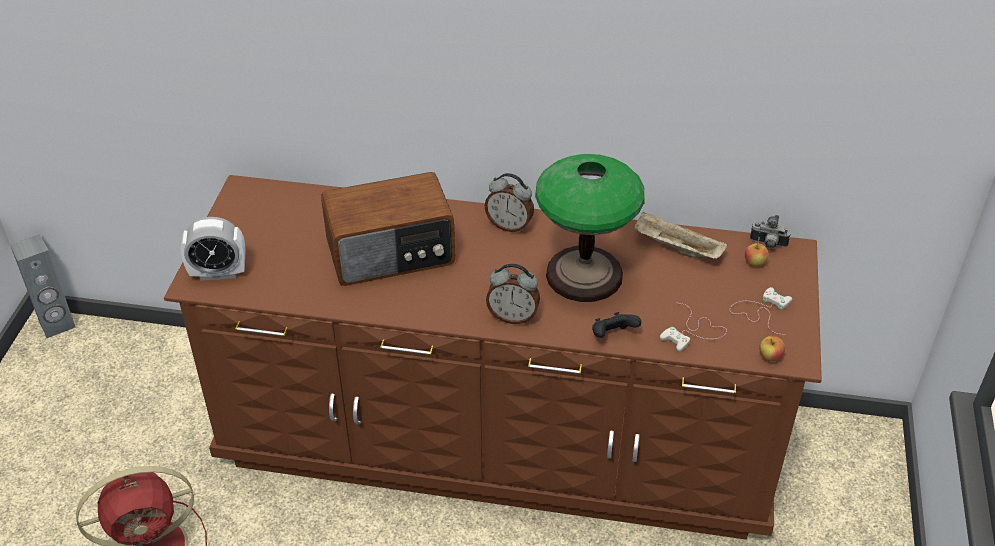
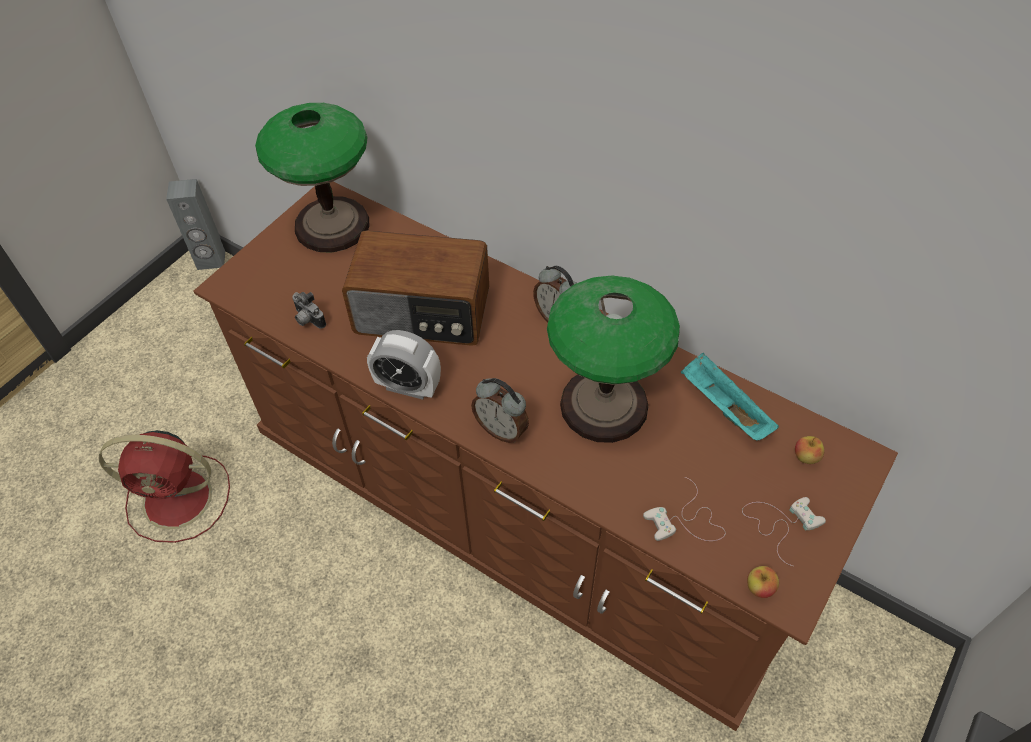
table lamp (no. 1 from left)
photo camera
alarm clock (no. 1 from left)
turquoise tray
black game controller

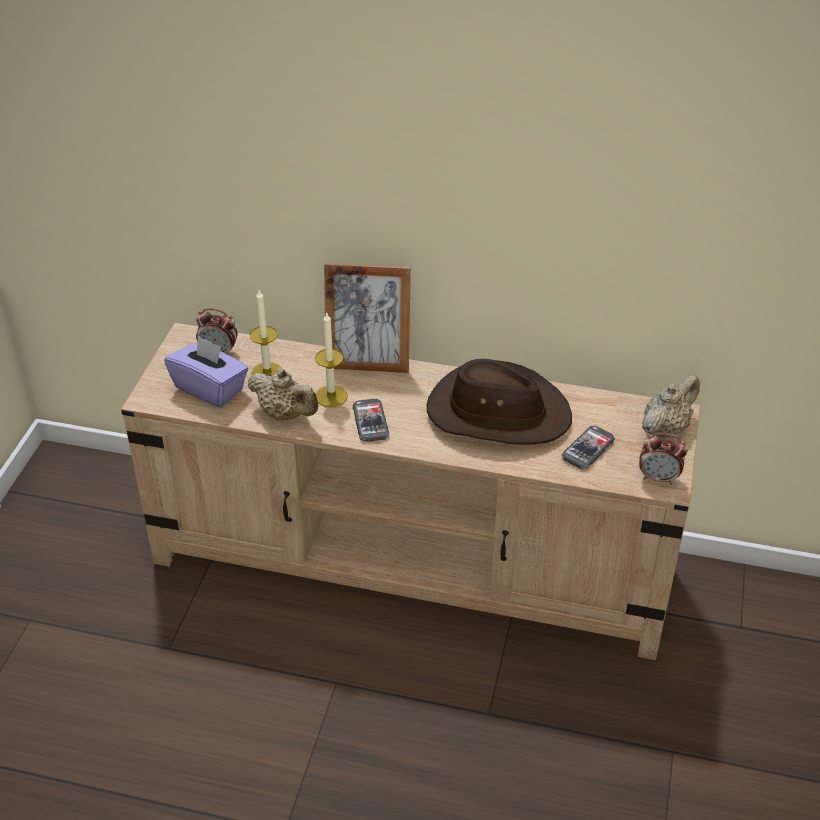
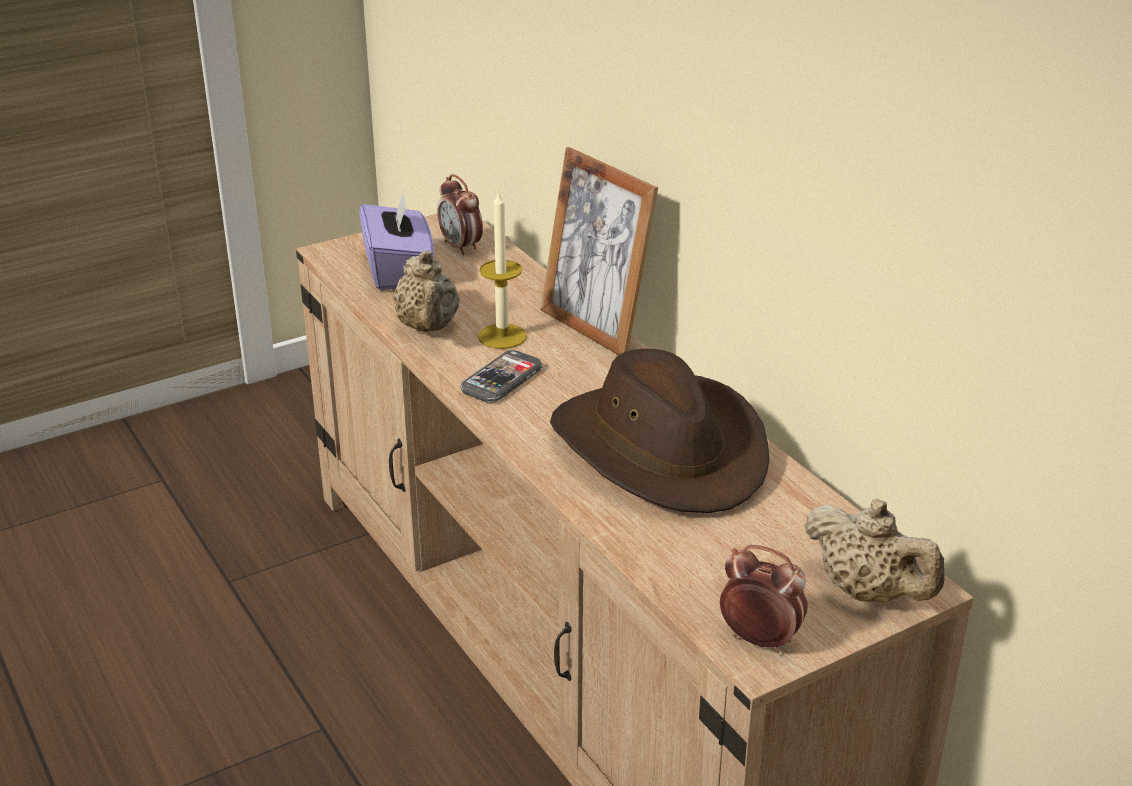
alarm clock (no. 2 from left)
beige teapot (no. 2 from left)
candle (no. 1 from left in the first image)
phone (no. 2 from left in the first image)

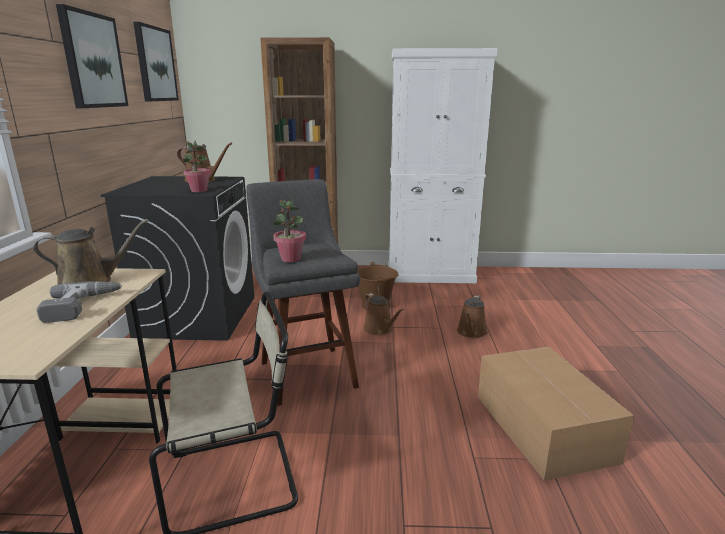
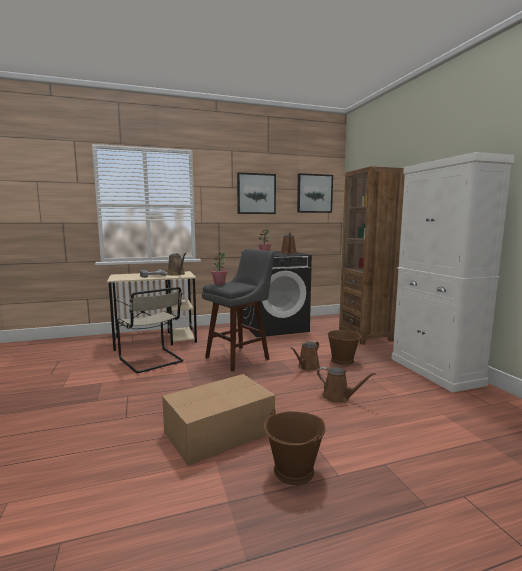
brown bucket (no. 1 from left)
brown watering can (no. 4 from left)

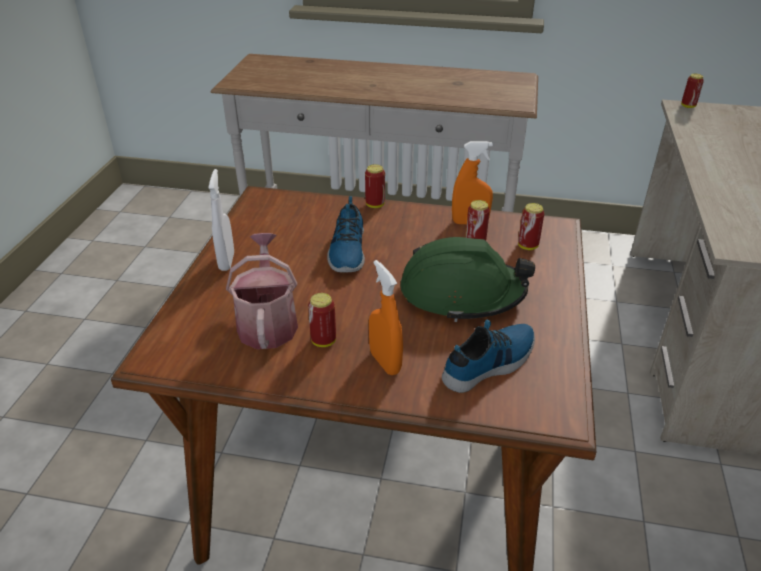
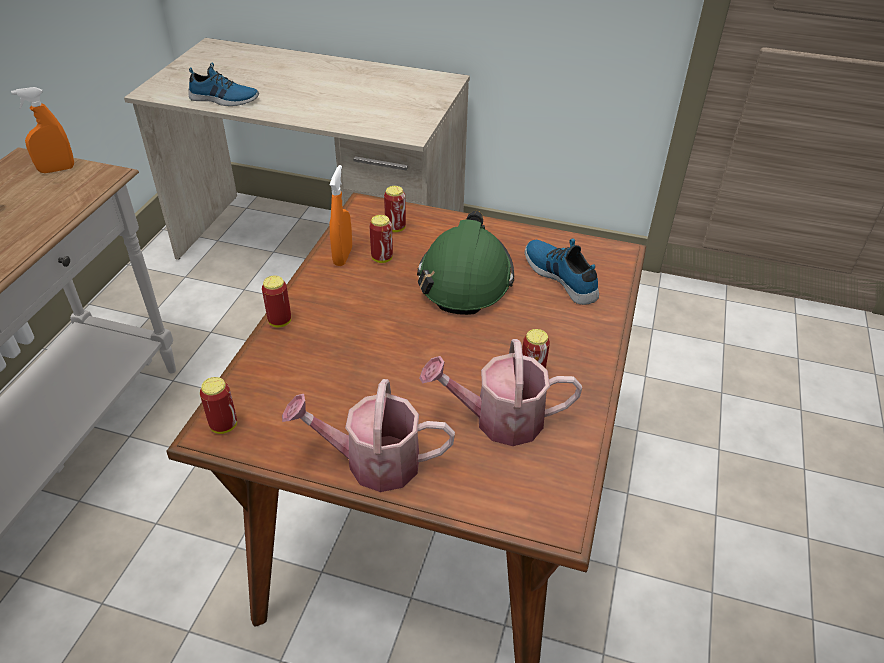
orange spray bottle (no. 1 from left)
shoe (no. 1 from left)
can (no. 1 from left)
watering can (no. 1 from left)

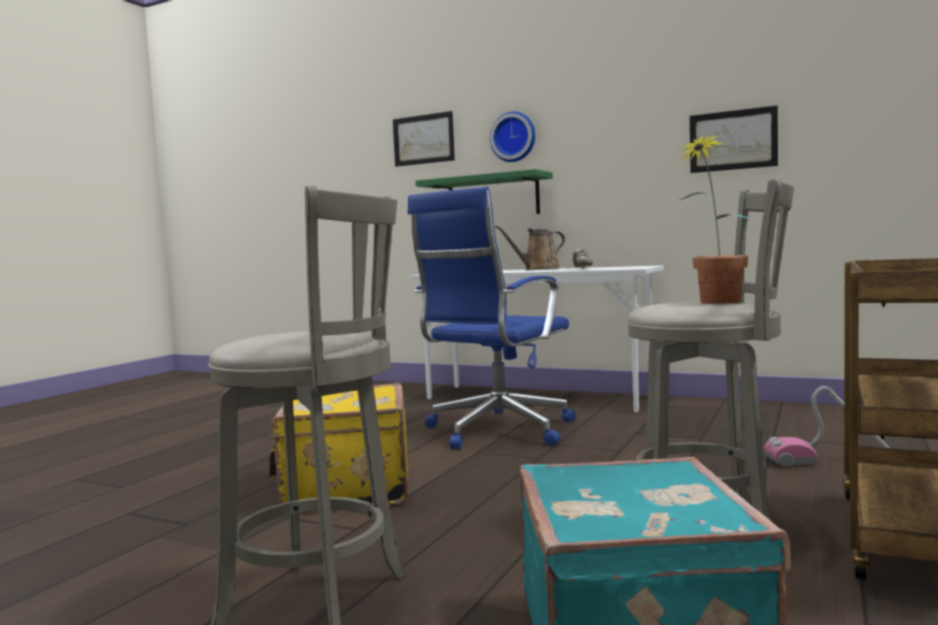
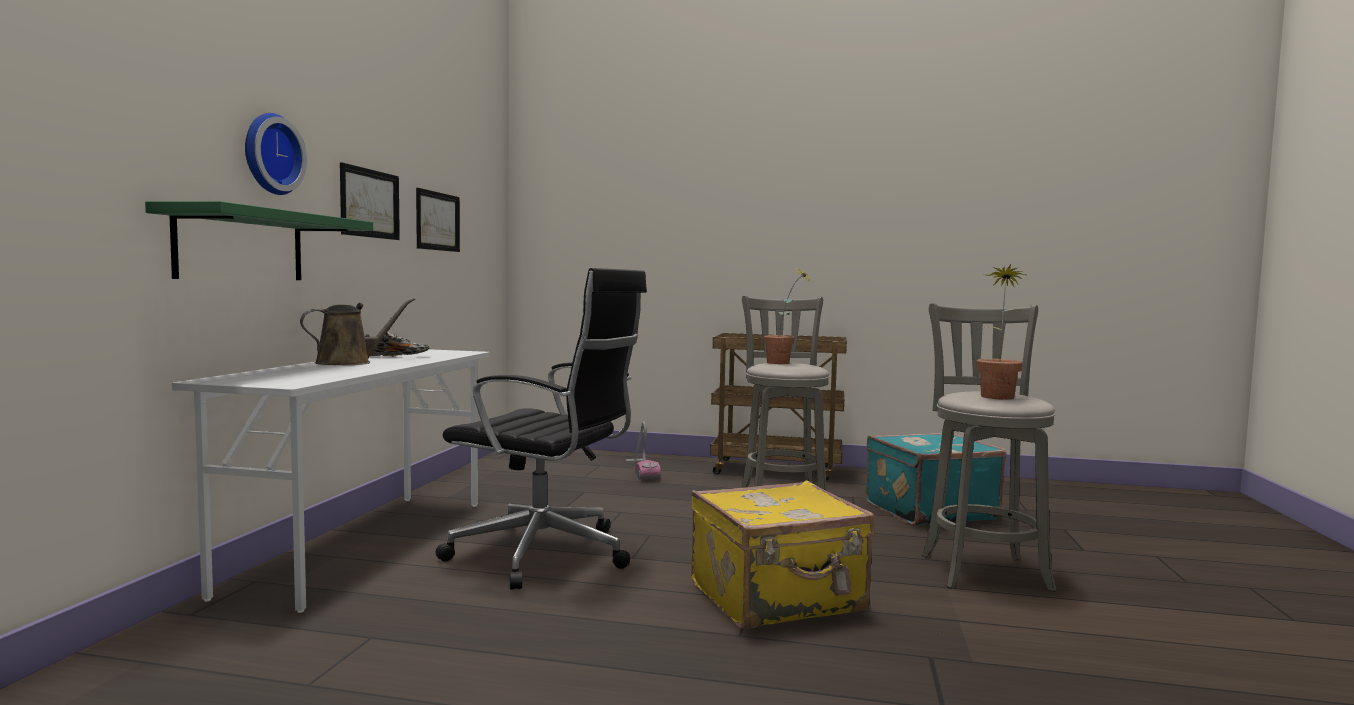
brown watering can
picture (no. 1 from left)
black office chair
potted plant (no. 2 from left)

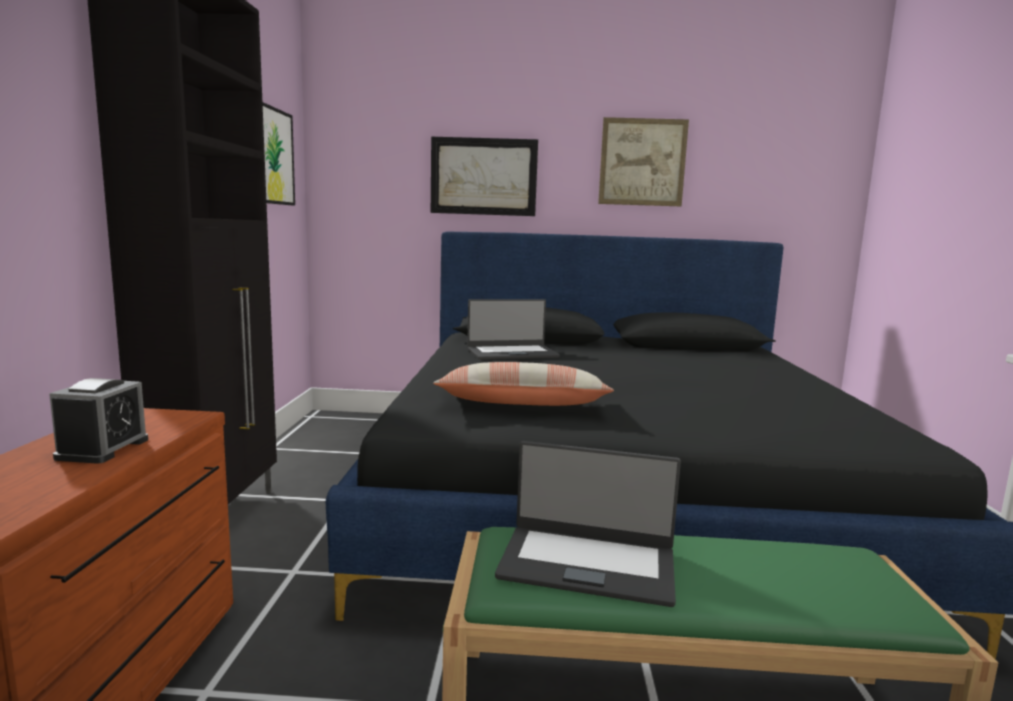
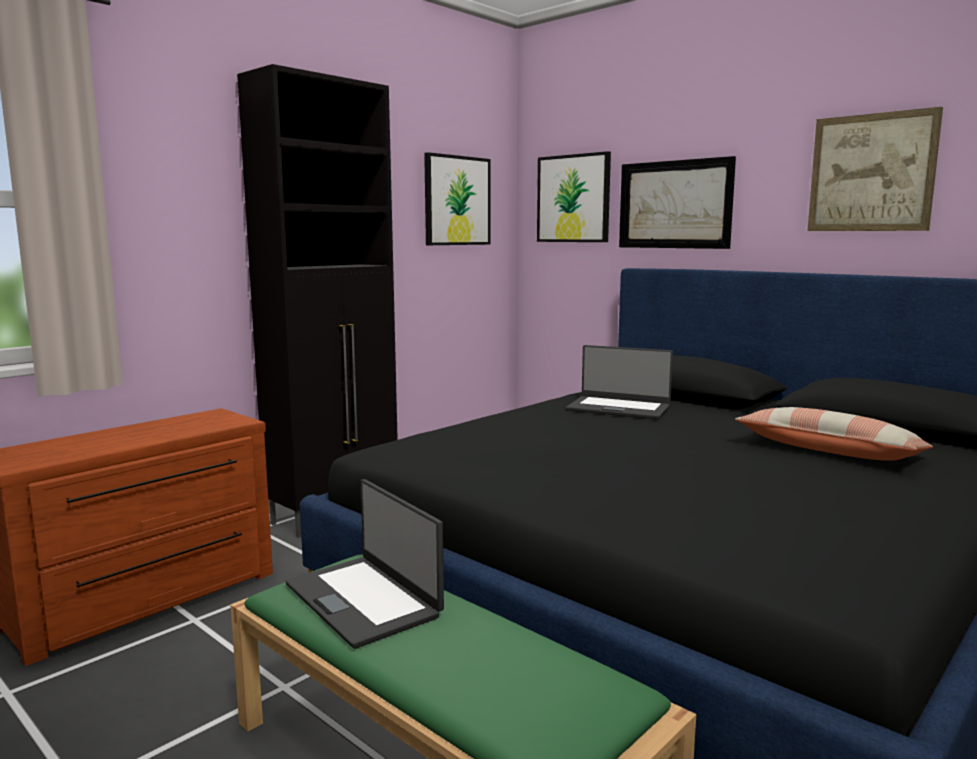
picture (no. 2 from left)
pillow
alarm clock

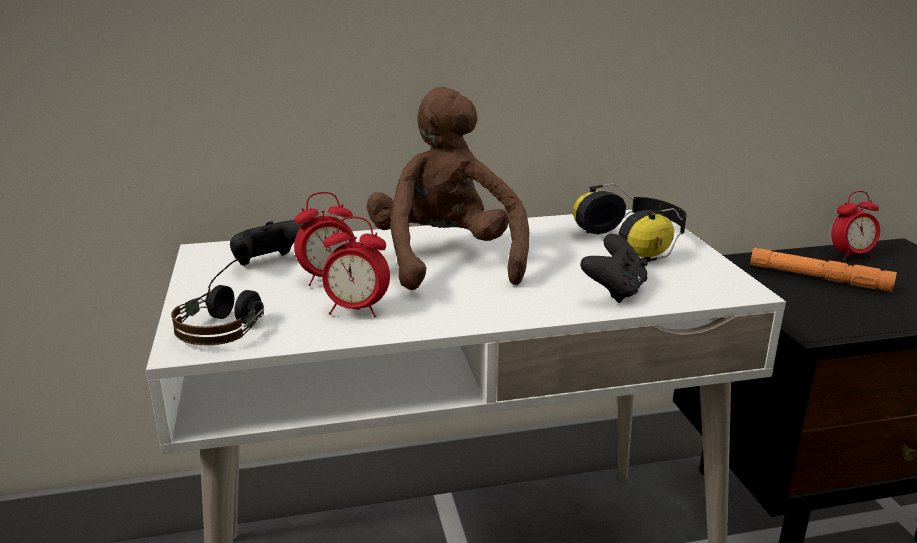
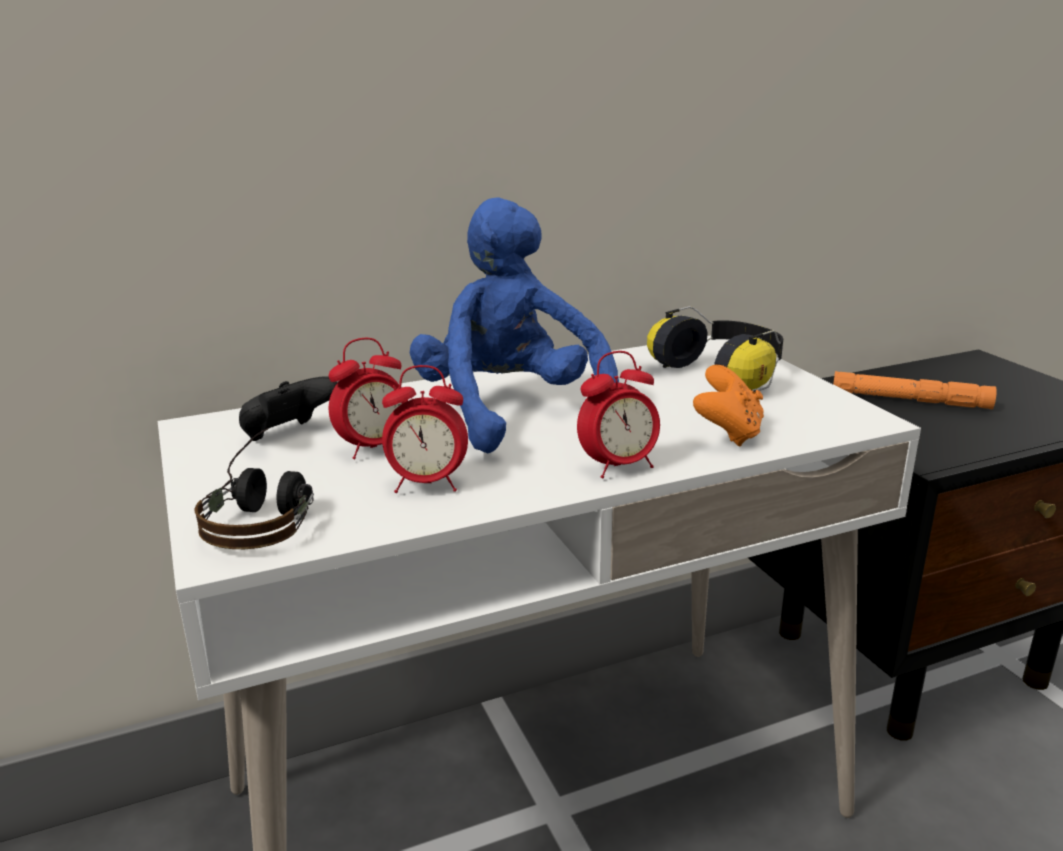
blue plush toy
alarm clock (no. 3 from left)
orange game controller

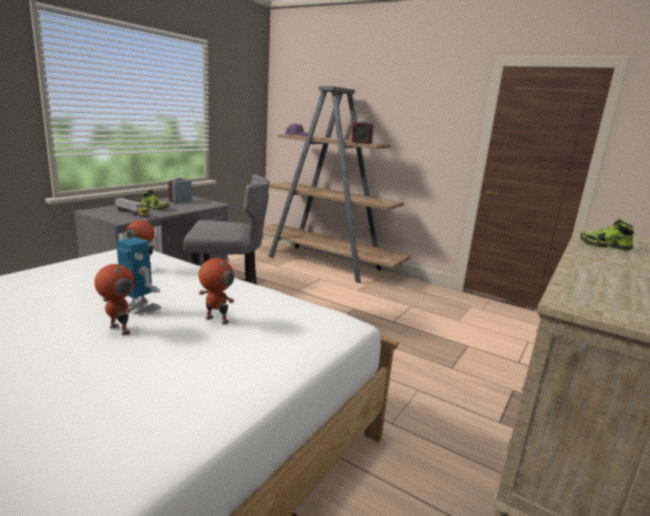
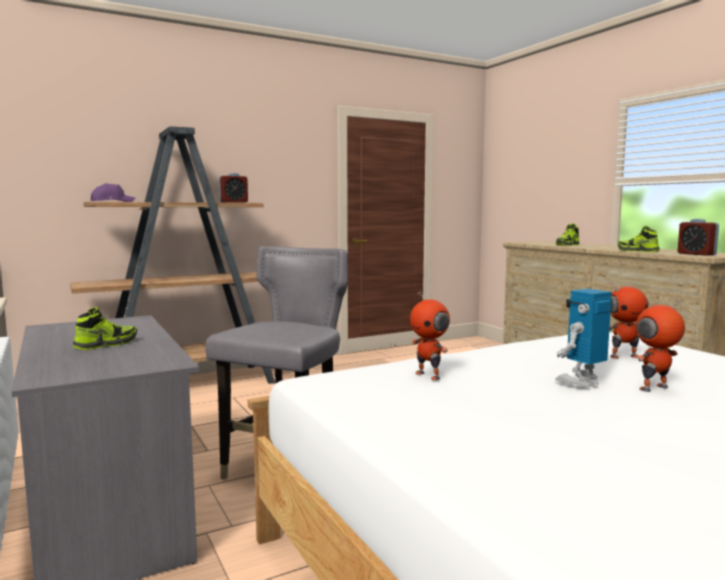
toy robot (no. 3 from left)
shoe (no. 3 from left)
alarm clock (no. 2 from left)
toy truck

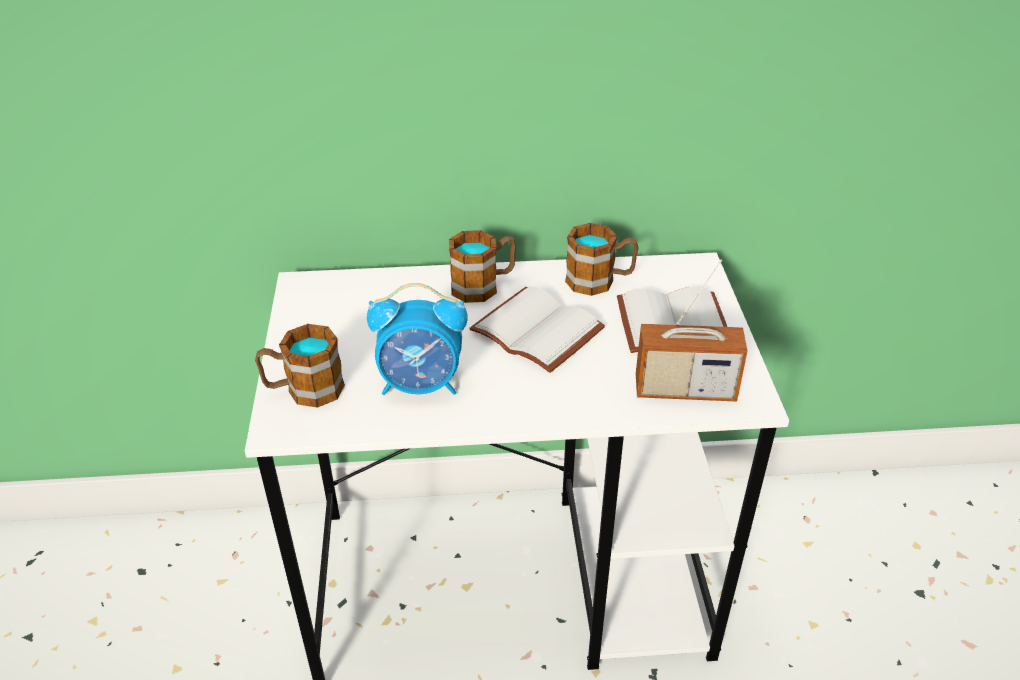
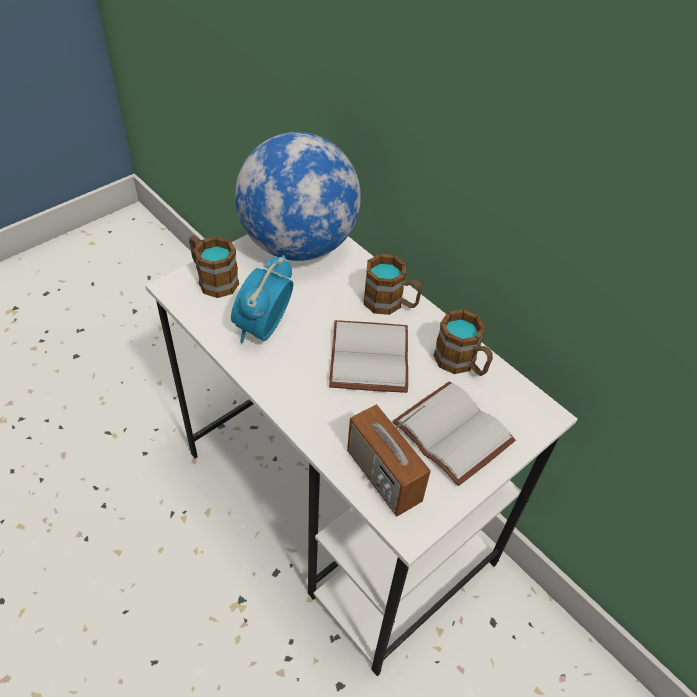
alarm clock
globe

